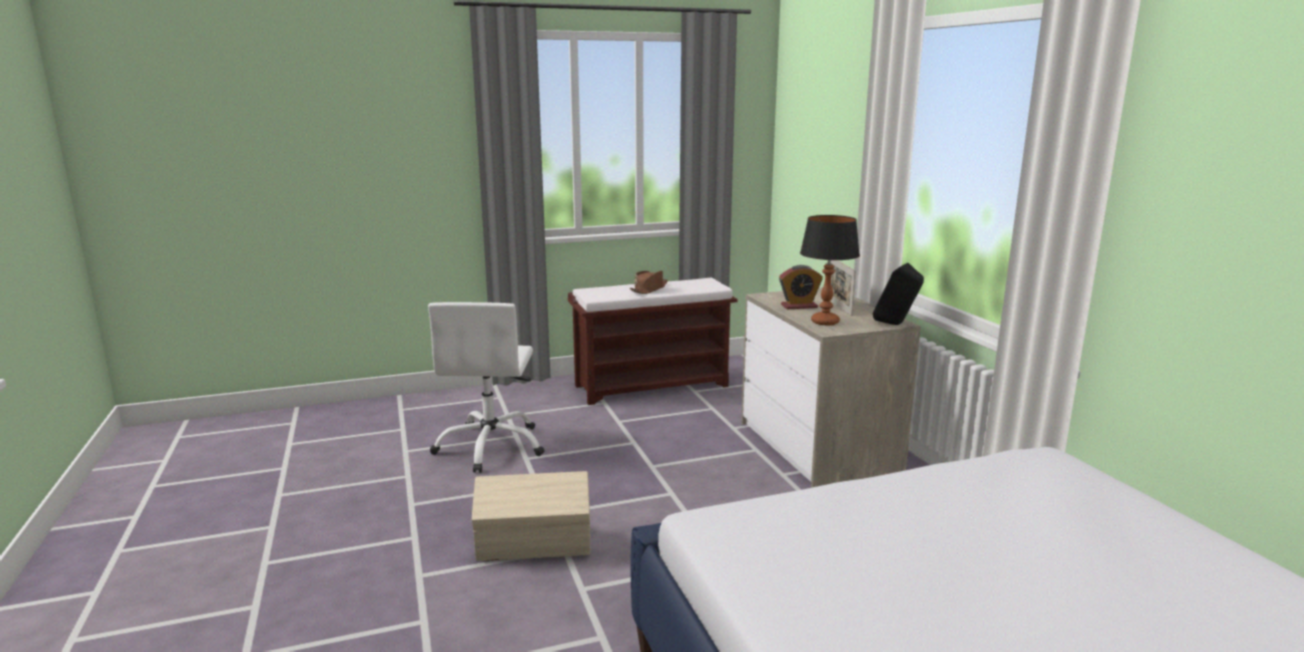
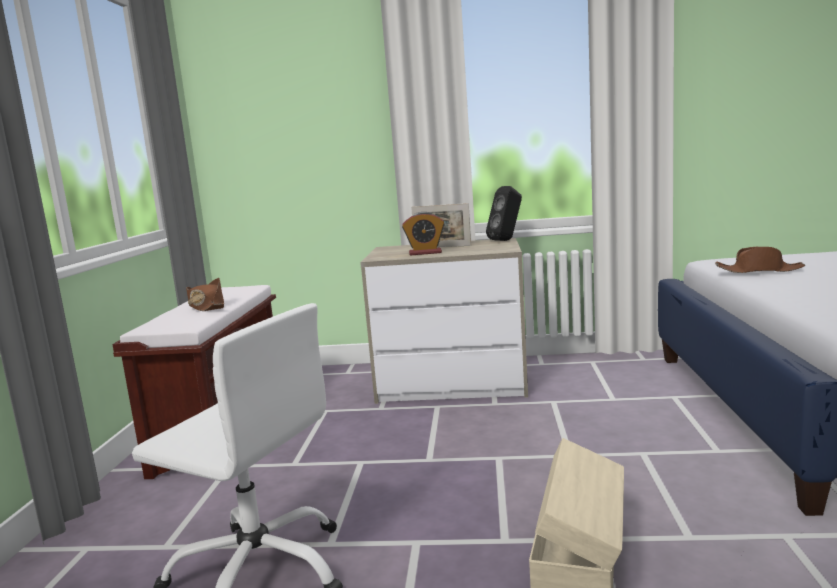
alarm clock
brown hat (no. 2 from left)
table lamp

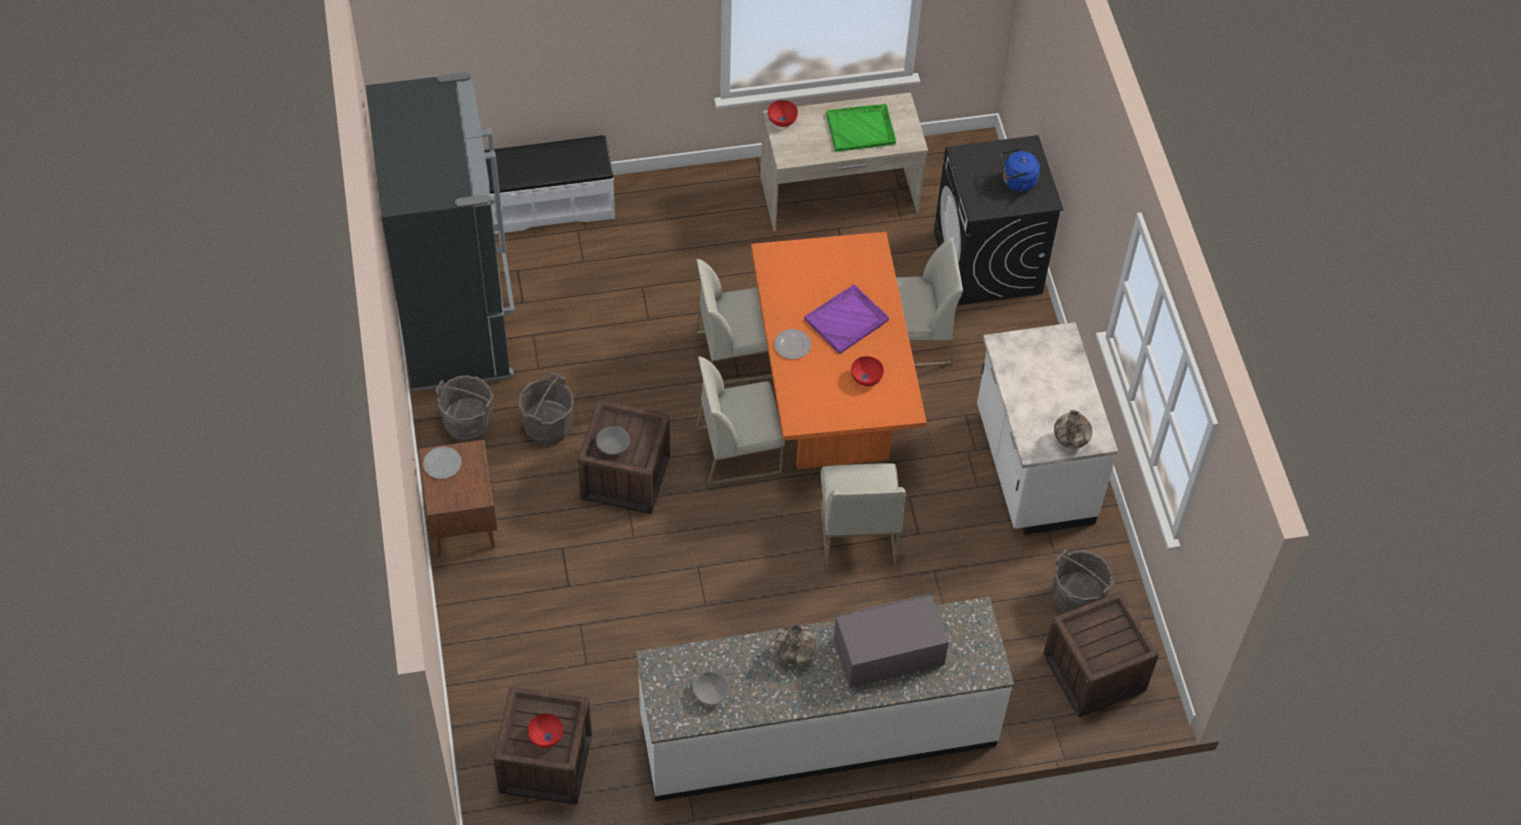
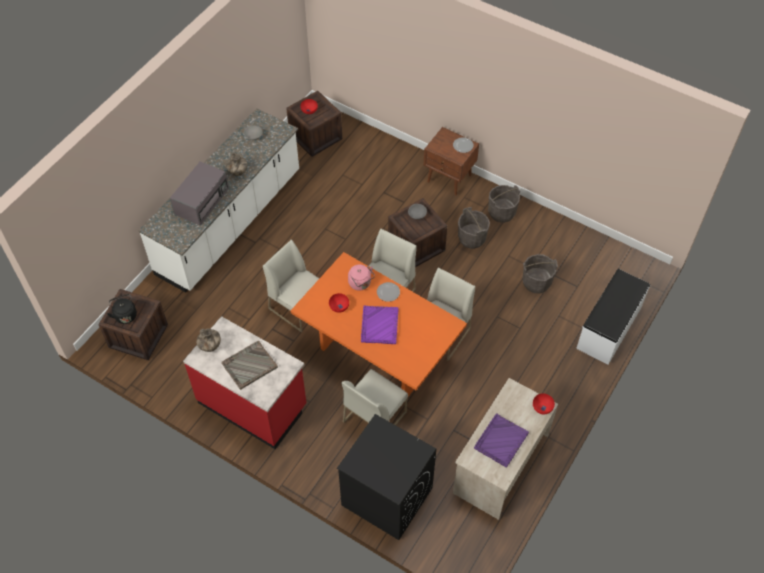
black kettle
red counter
grey tray
pink kettle
purple tray (no. 2 from left)
grey bucket (no. 3 from left)
black fridge
blue kettle

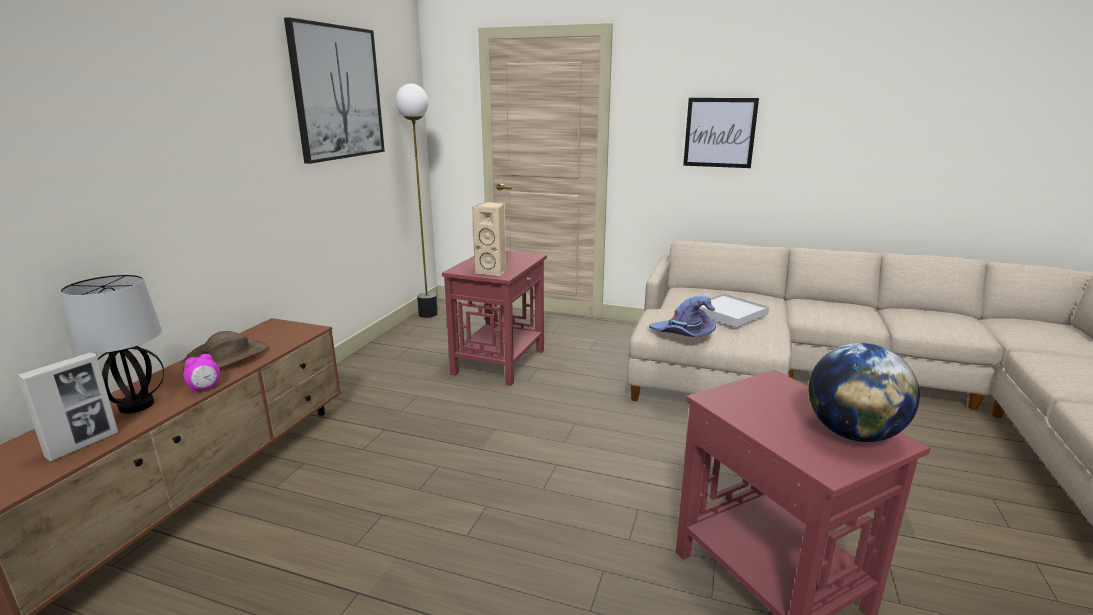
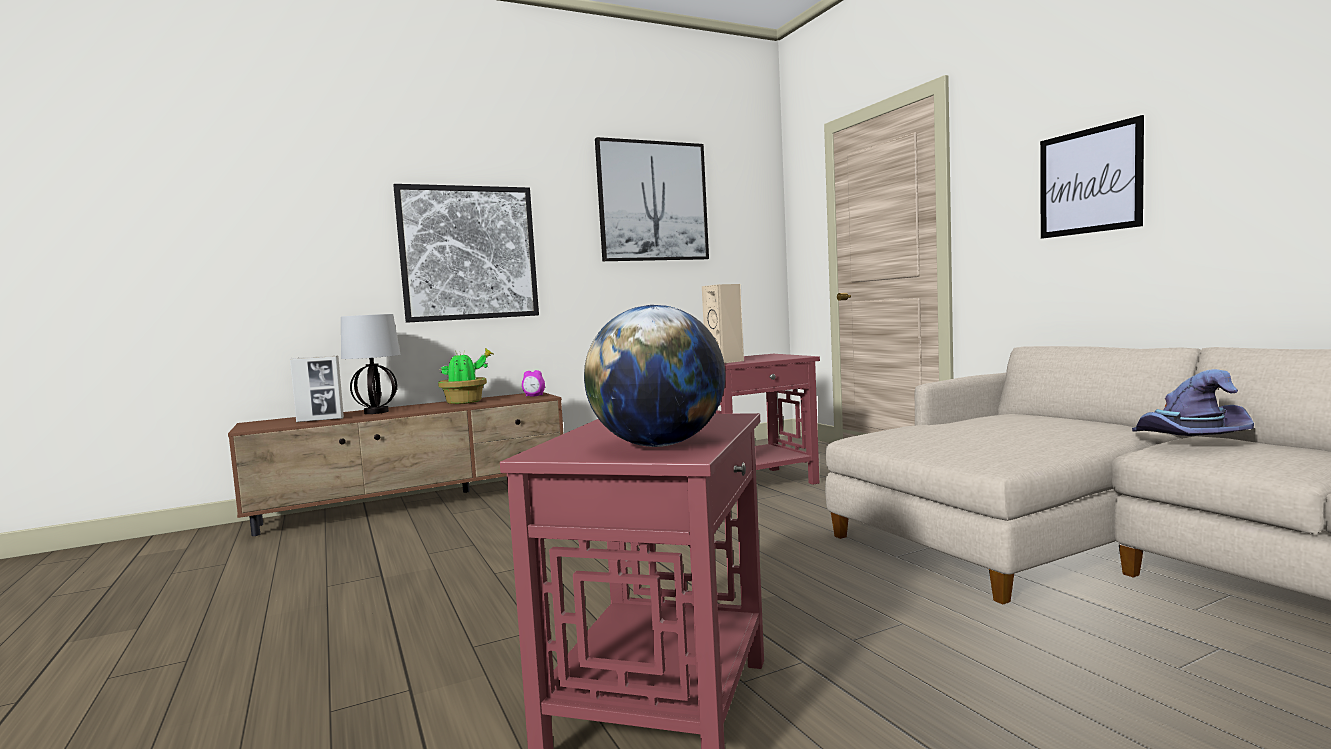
picture (no. 1 from left)
potted plant
alarm clock
purple hat
floor lamp
white tray

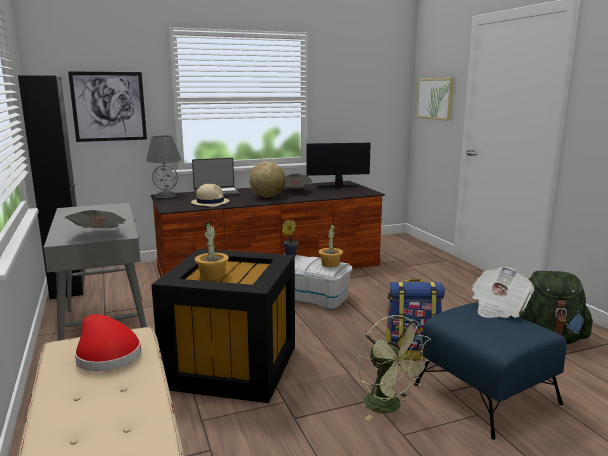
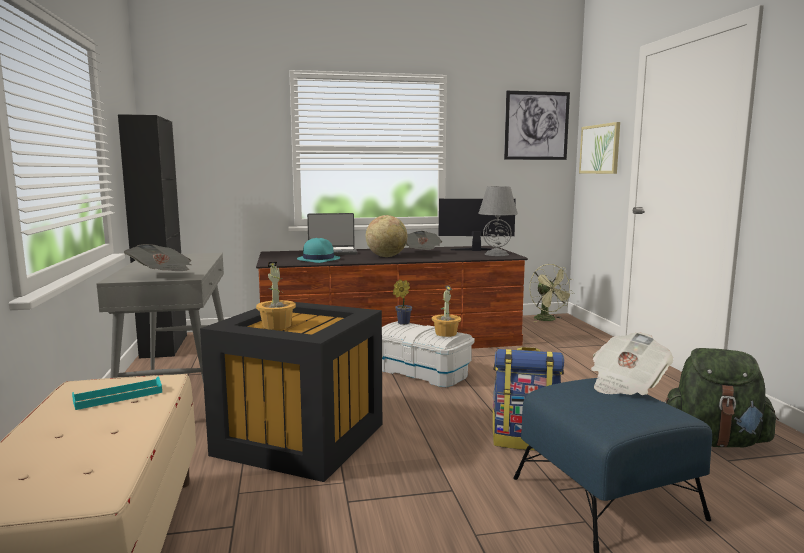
turquoise tray
turquoise hat
grey table lamp
picture (no. 1 from left)
green fan

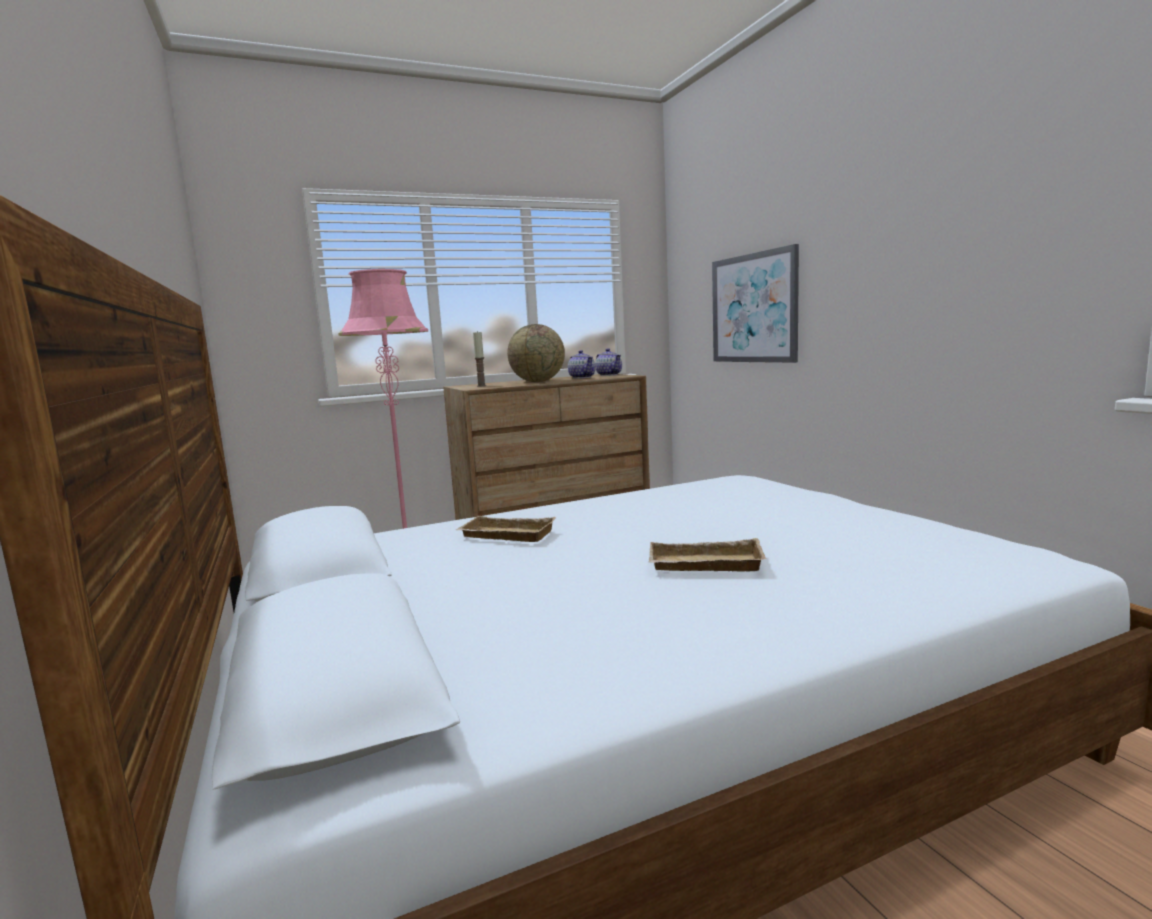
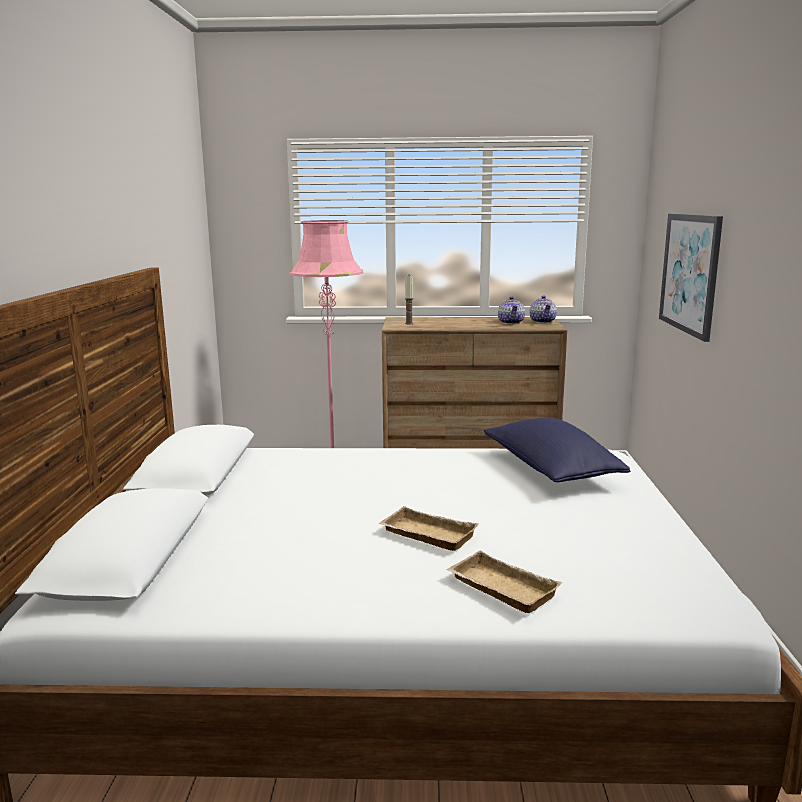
beige tray (no. 2 from left)
blue pillow
globe

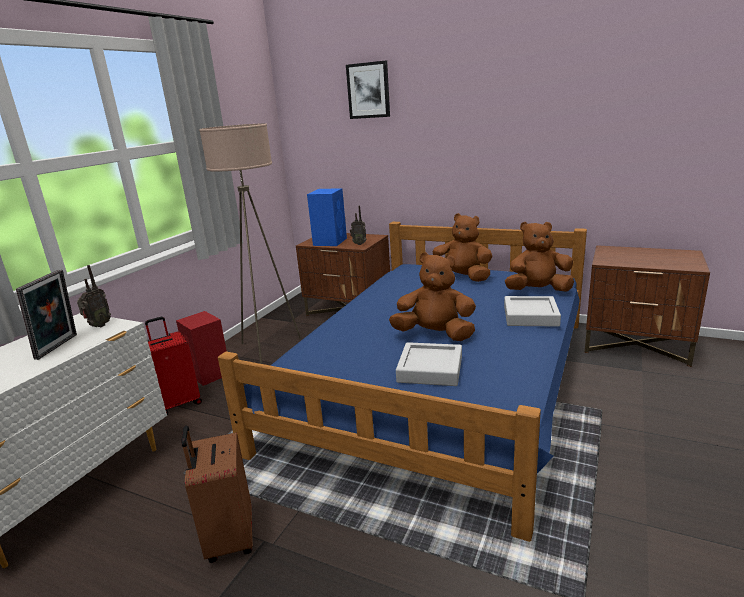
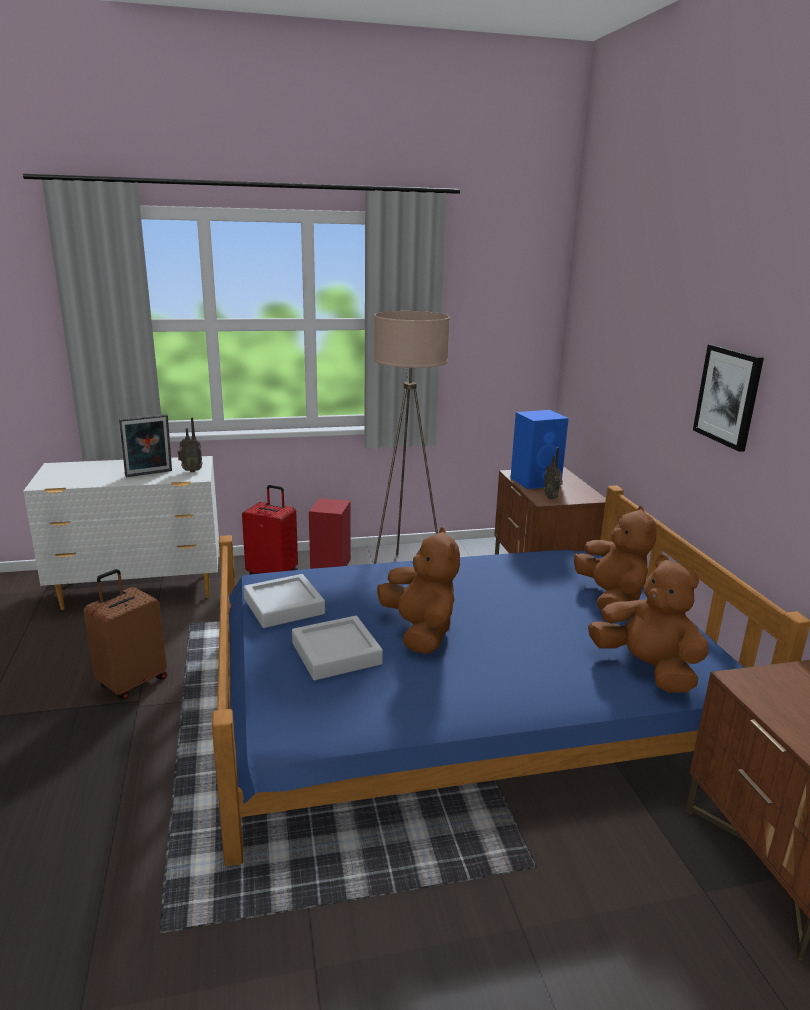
grey tray (no. 1 from left)
picture

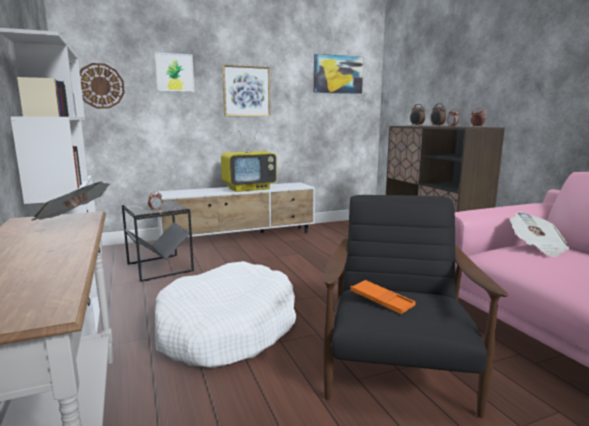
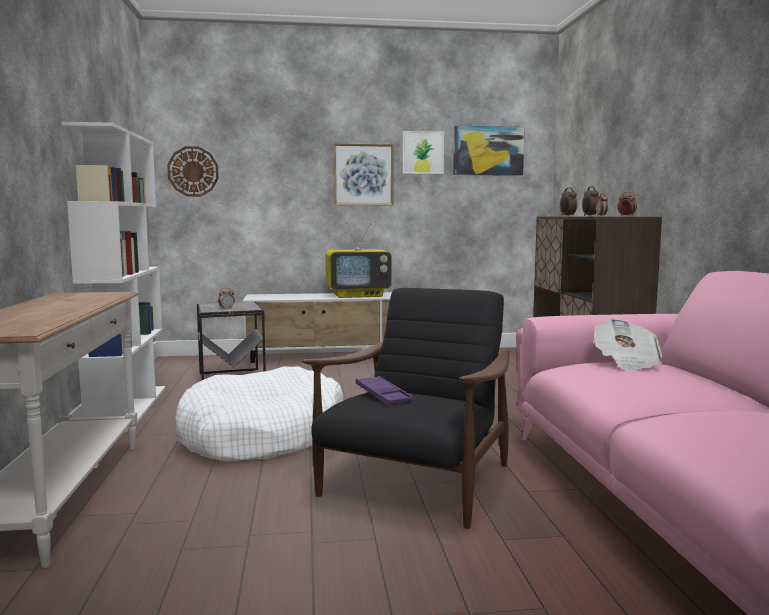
purple tray
picture (no. 2 from left)
newspaper (no. 1 from left in the first image)

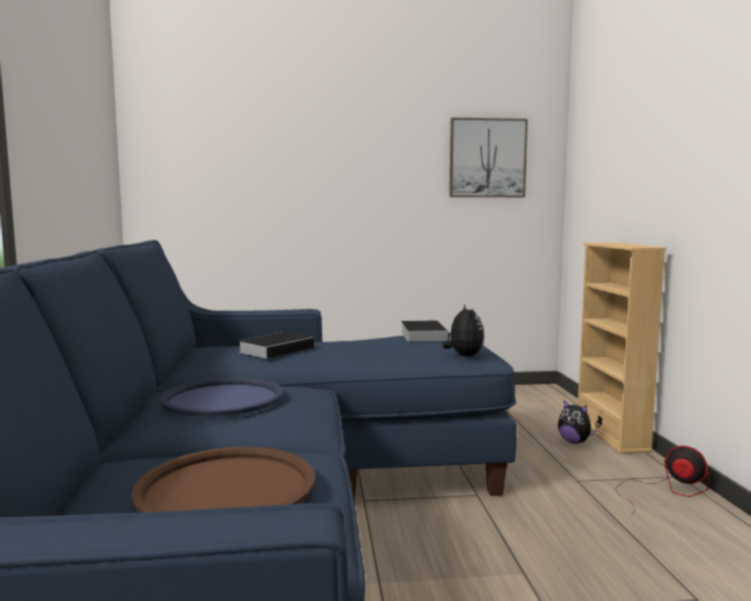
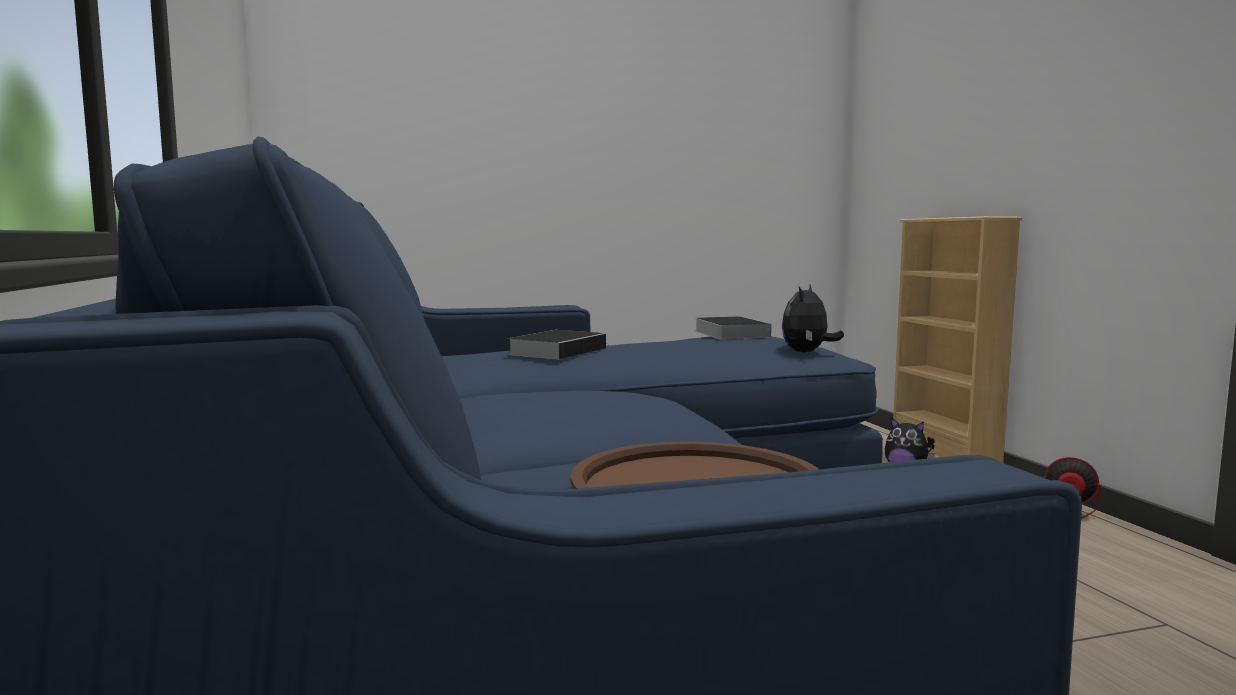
plush toy (no. 1 from left)
blue tray
picture

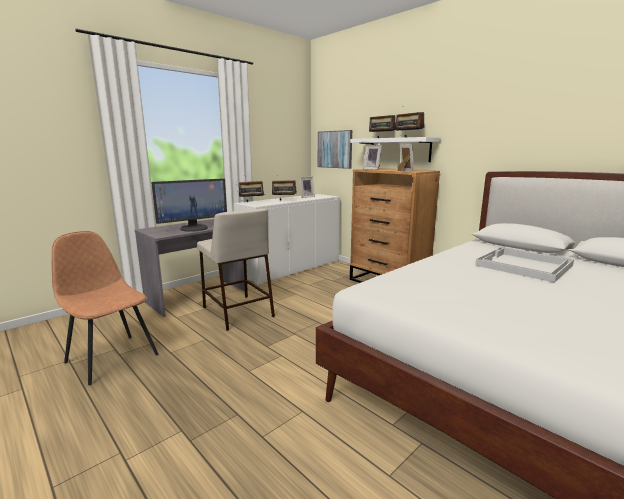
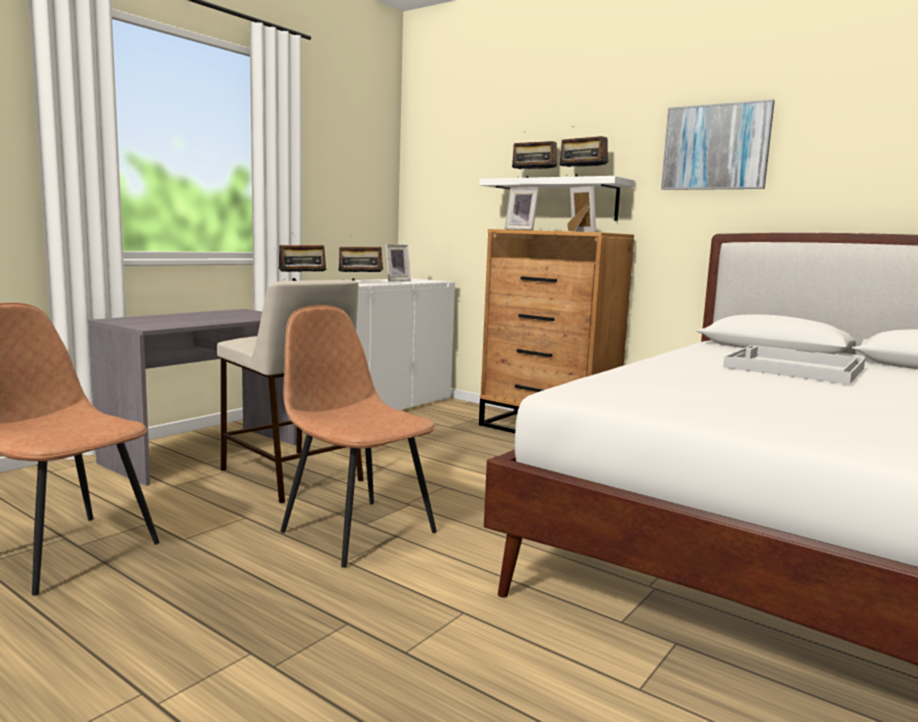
brown chair (no. 2 from left)
picture
monitor

